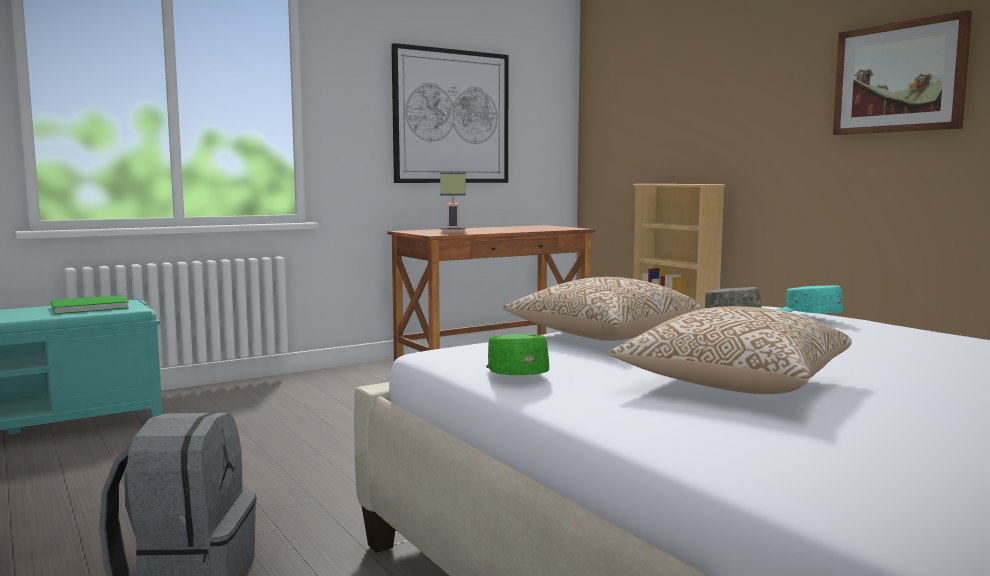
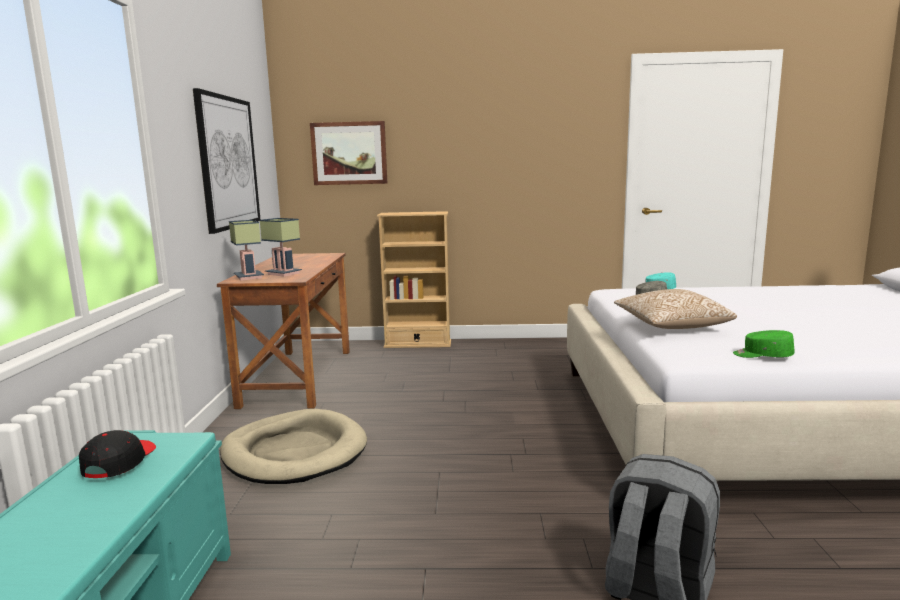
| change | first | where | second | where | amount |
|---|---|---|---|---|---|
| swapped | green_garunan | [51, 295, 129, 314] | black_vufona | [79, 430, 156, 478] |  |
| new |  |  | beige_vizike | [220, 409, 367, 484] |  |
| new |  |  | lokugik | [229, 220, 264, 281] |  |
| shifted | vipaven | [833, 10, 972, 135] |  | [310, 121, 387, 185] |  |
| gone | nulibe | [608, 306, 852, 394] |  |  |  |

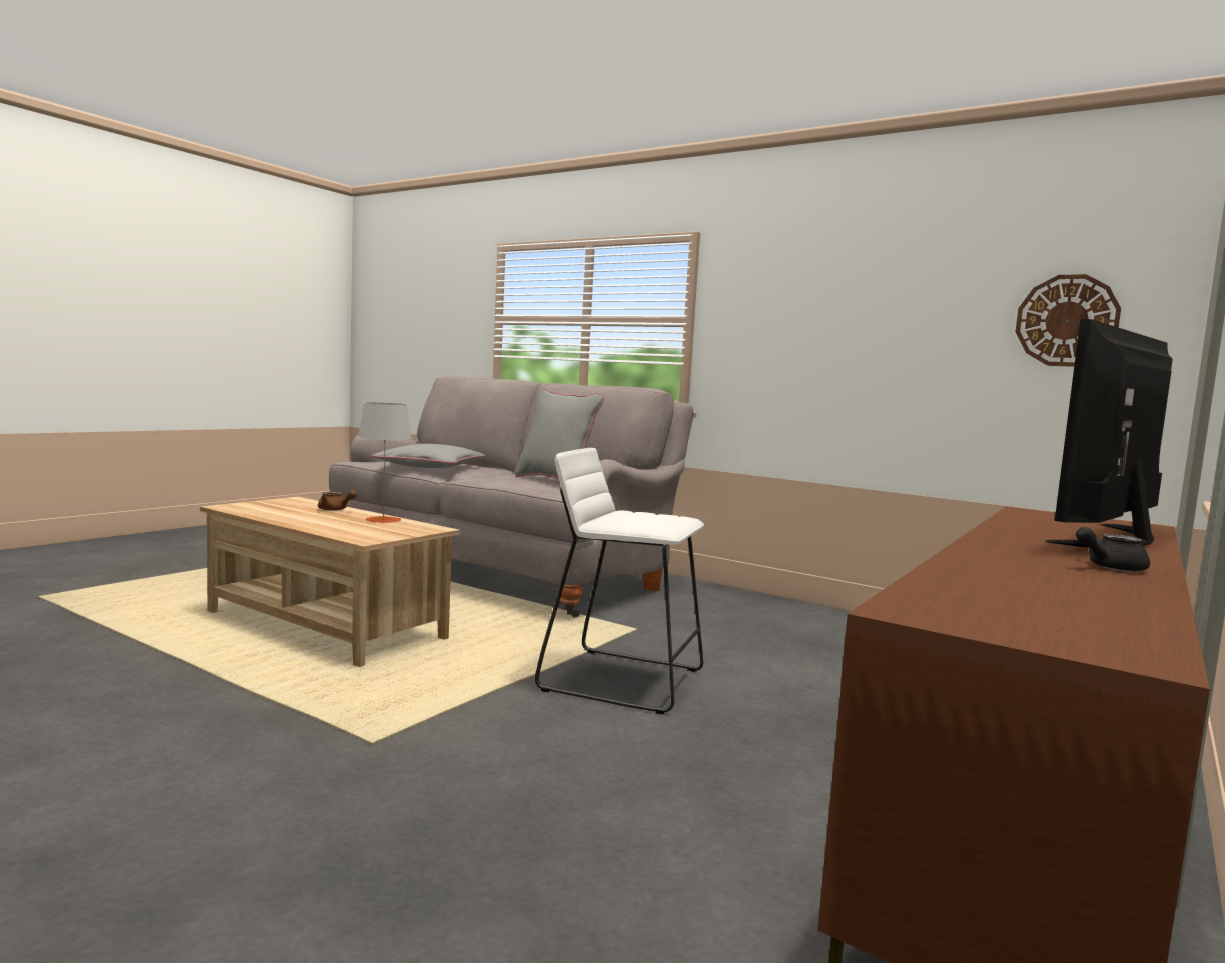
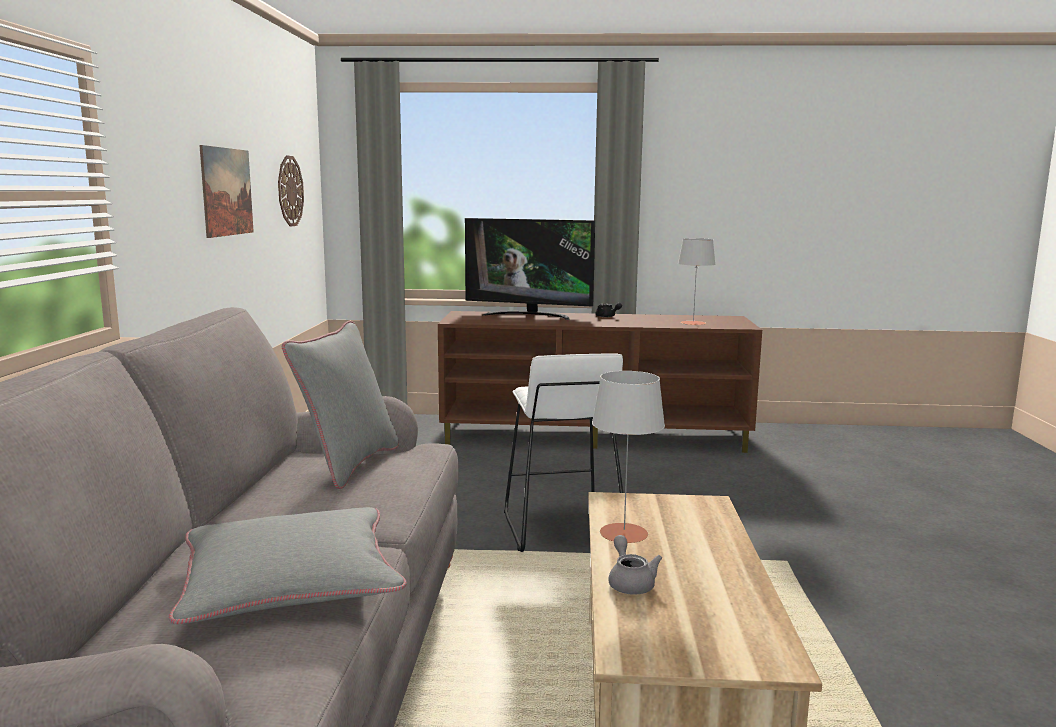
| change | first | where | second | where | amount |
|---|---|---|---|---|---|
| new |  |  | vipaven | [199, 145, 254, 238] |  |
| repainted | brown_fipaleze | [318, 490, 357, 511] | grey_fipaleze | [608, 535, 662, 595] |  |
| new |  |  | grey_lokugik | [678, 238, 716, 325] |  |

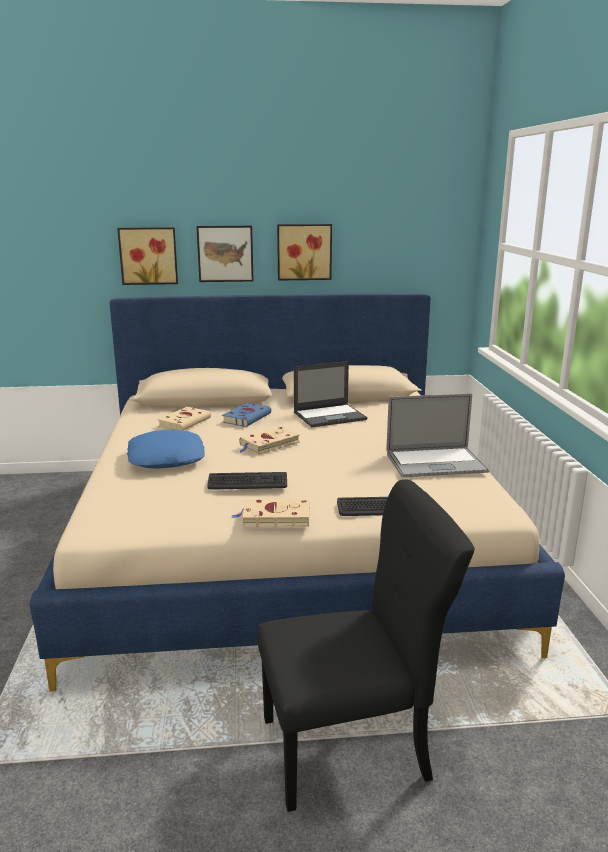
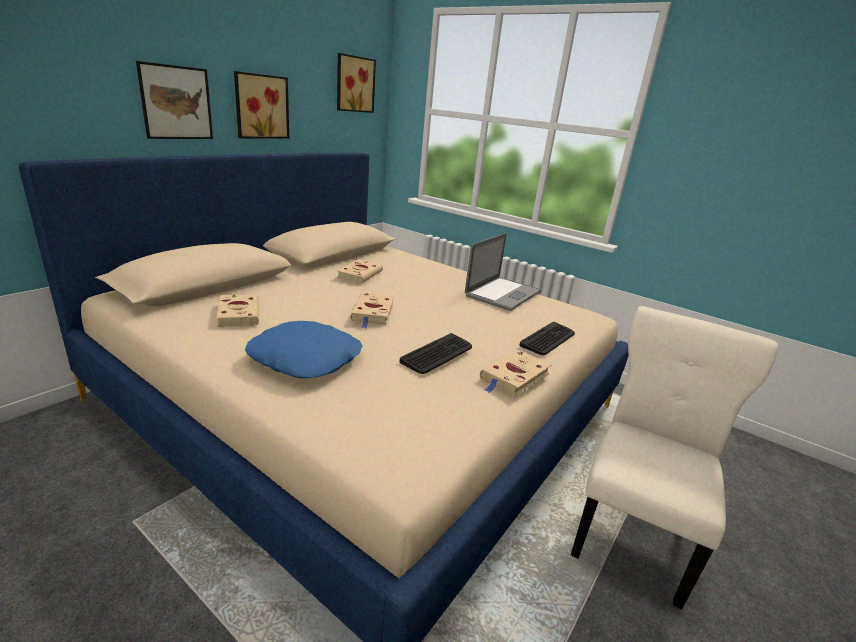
| change | first | where | second | where | amount |
|---|---|---|---|---|---|
| shifted | vipaven | [117, 227, 178, 285] |  | [337, 53, 376, 113] |  |
| swapped | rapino | [294, 361, 367, 427] | beige_garunan | [337, 259, 383, 284] |  |
| repainted | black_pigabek | [258, 479, 475, 812] | beige_pigabek | [571, 306, 778, 609] |  |
| gone | blue_garunan | [222, 403, 271, 427] |  |  |  |

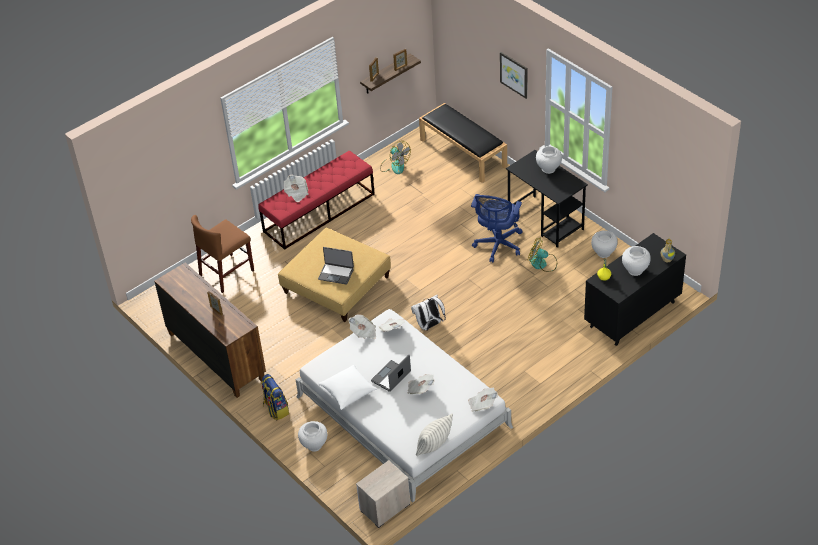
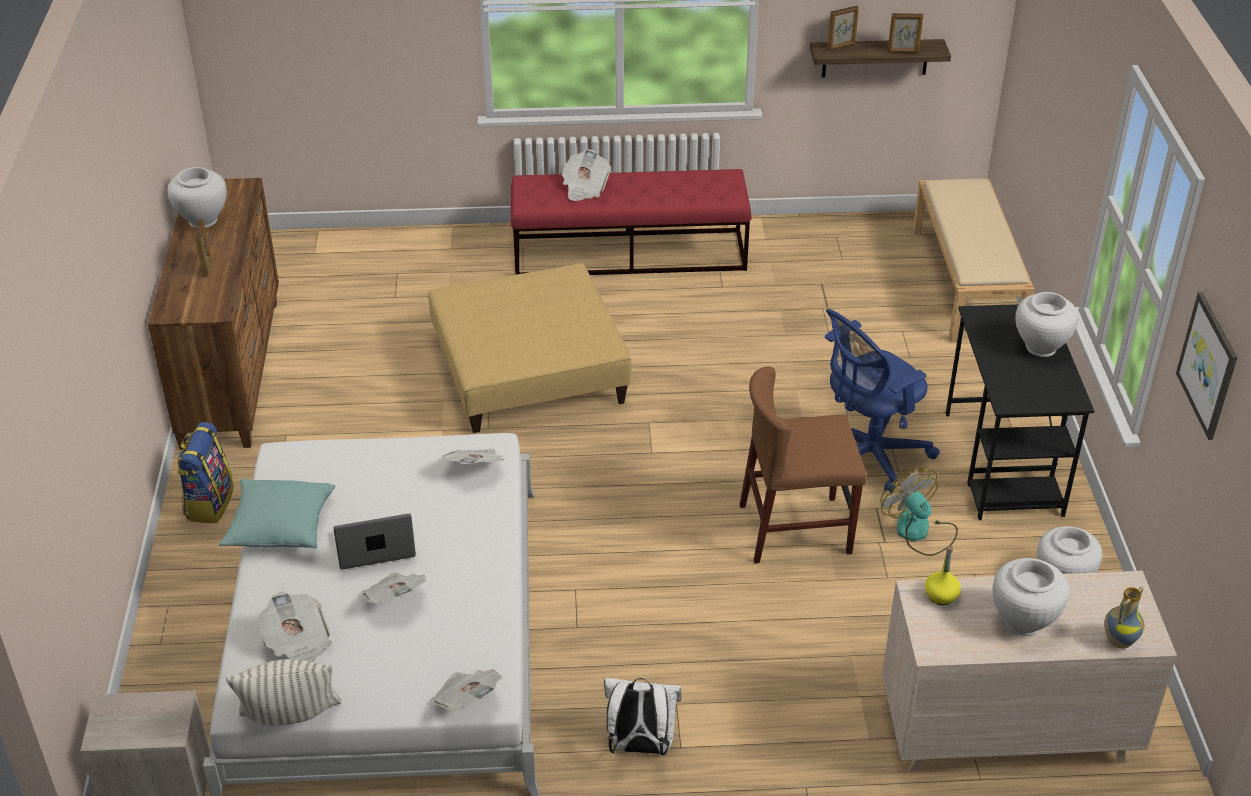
| change | first | where | second | where | amount |
|---|---|---|---|---|---|
| shifted | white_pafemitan | [298, 421, 327, 452] |  | [167, 167, 227, 228] |  |
| repainted | white_nulibe | [318, 365, 377, 410] | turquoise_nulibe | [219, 479, 335, 548] |  |
| shifted | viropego | [348, 315, 376, 339] |  | [259, 592, 332, 662] |  |
| shifted | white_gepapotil | [411, 295, 446, 331] |  | [604, 678, 682, 755] |  |
| shifted | brown_pigabek | [191, 215, 254, 293] |  | [739, 366, 867, 563] |  |
| repainted | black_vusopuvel | [584, 233, 686, 346] | beige_vusopuvel | [882, 571, 1177, 772] |  |
| repainted | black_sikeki | [419, 103, 507, 183] | beige_sikeki | [913, 178, 1034, 343] |  |
| shifted | vipaven | [500, 52, 527, 99] |  | [1176, 292, 1238, 440] |  |
| gone | rapino | [318, 247, 354, 285] |  |  |  |
| gone | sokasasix | [380, 141, 411, 174] |  |  |  |

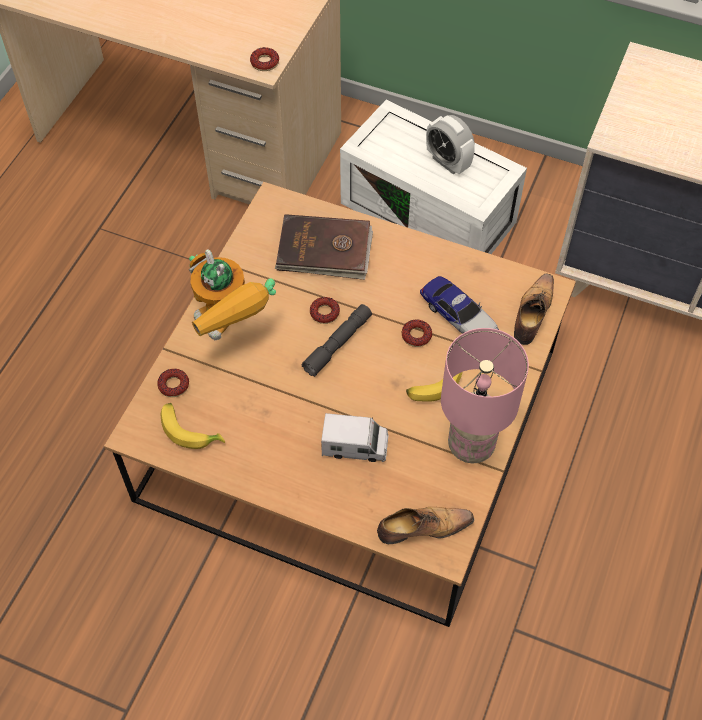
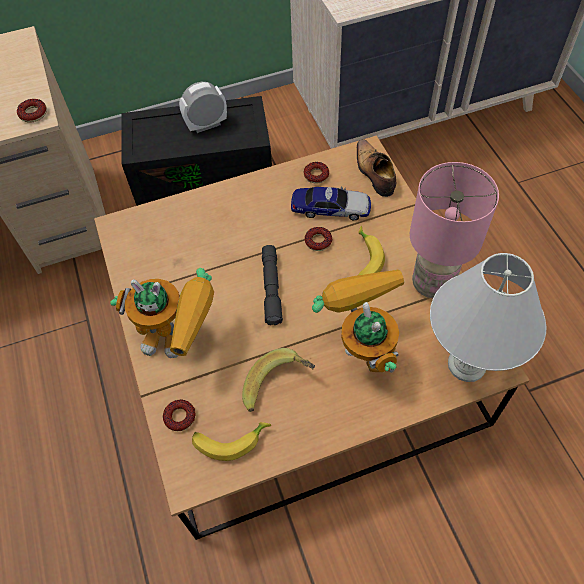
| change | first | where | second | where | amount |
|---|---|---|---|---|---|
| repainted | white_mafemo | [340, 100, 527, 254] | black_mafemo | [121, 96, 272, 206] |  |
| rotated | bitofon | [426, 115, 475, 174] |  | [179, 82, 227, 133] | 150 degrees clockwise |
| new |  |  | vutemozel | [242, 348, 315, 412] |  |
| shifted | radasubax | [310, 297, 340, 324] |  | [304, 162, 329, 184] |  |
| swapped | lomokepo | [321, 413, 389, 462] | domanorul | [312, 269, 404, 373] |  |
| swapped | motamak | [377, 507, 475, 544] | white_lokugik | [430, 253, 546, 382] |  |
| gone | brown_garunan | [275, 214, 373, 280] |  |  |  |

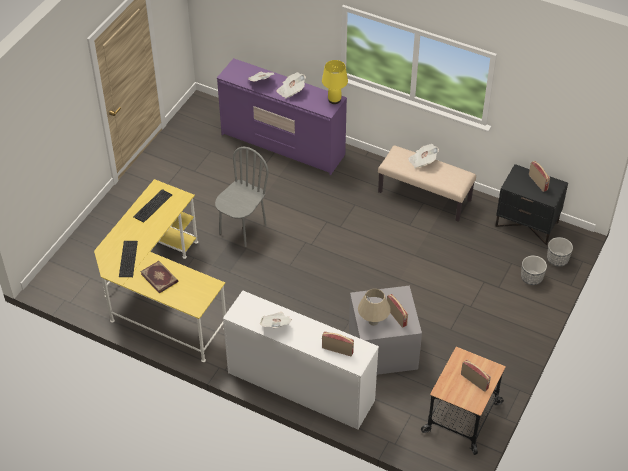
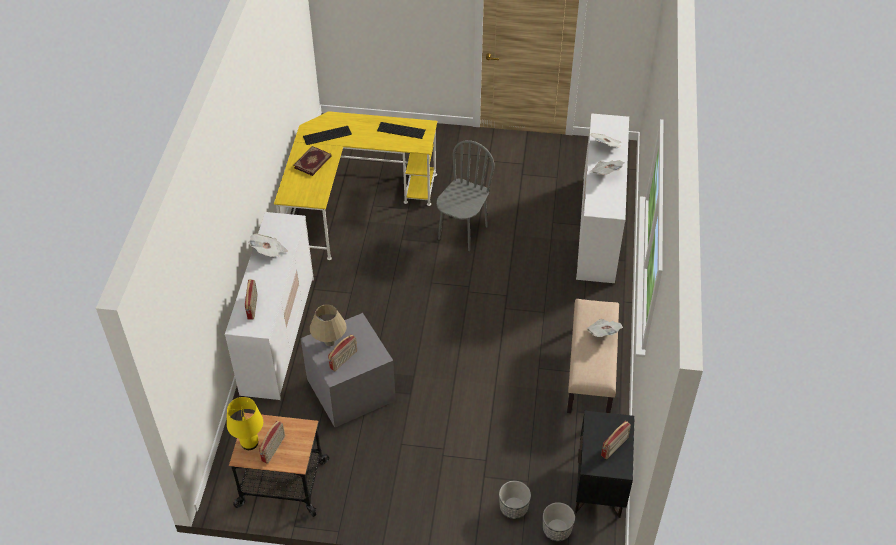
| change | first | where | second | where | amount |
|---|---|---|---|---|---|
| shifted | yellow_lokugik | [322, 60, 348, 104] |  | [227, 397, 263, 450] |  |
| rotated | grey_pigabek | [215, 147, 269, 247] |  | [436, 140, 495, 251] | 75 degrees counterclockwise |
| repainted | purple_vusopuvel | [217, 58, 347, 175] | white_vusopuvel | [576, 113, 629, 284] |  |

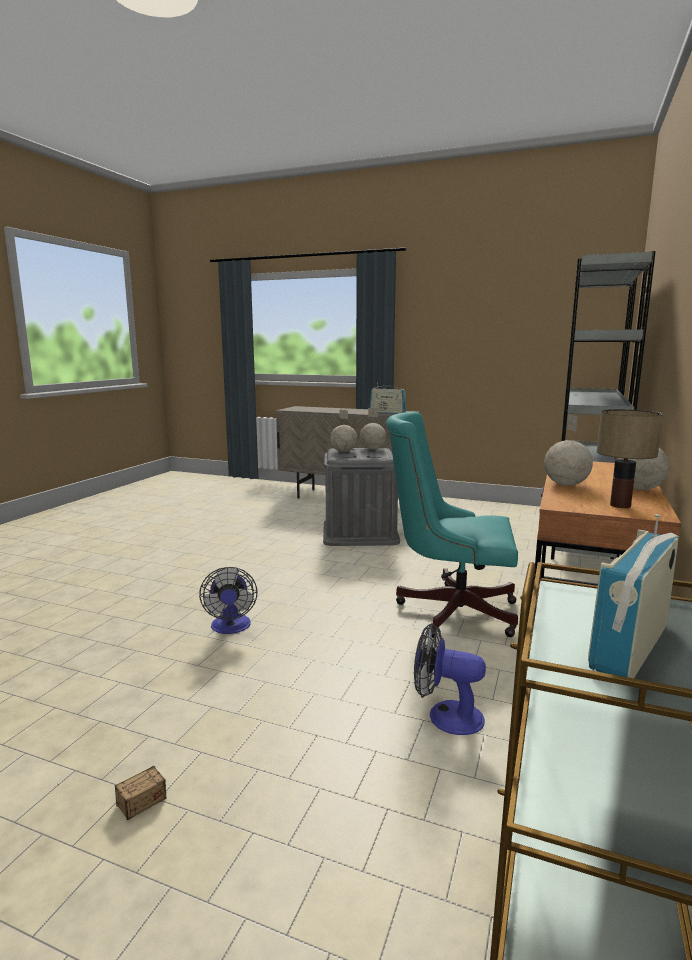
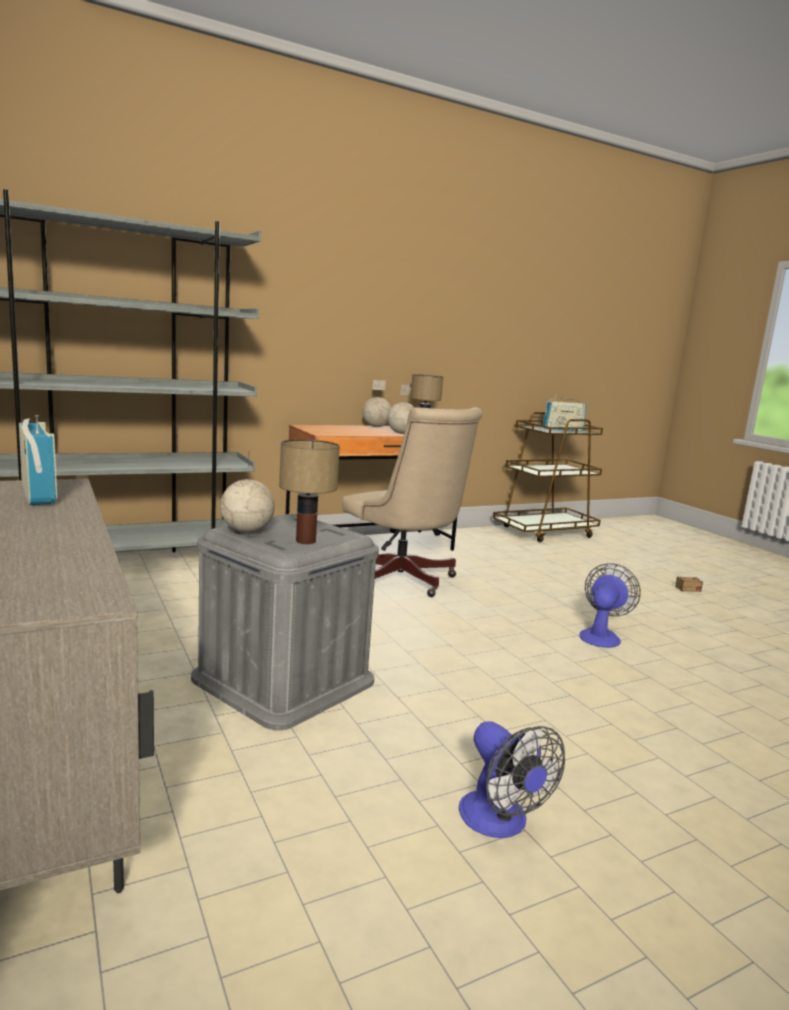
| change | first | where | second | where | amount |
|---|---|---|---|---|---|
| swapped | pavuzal | [330, 409, 357, 452] | lokugik | [279, 439, 340, 544] |  |
| repainted | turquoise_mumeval | [386, 411, 518, 638] | beige_mumeval | [342, 407, 482, 597] |  |
| shifted | sokasasix | [414, 623, 486, 735] |  | [459, 721, 565, 838] |  |

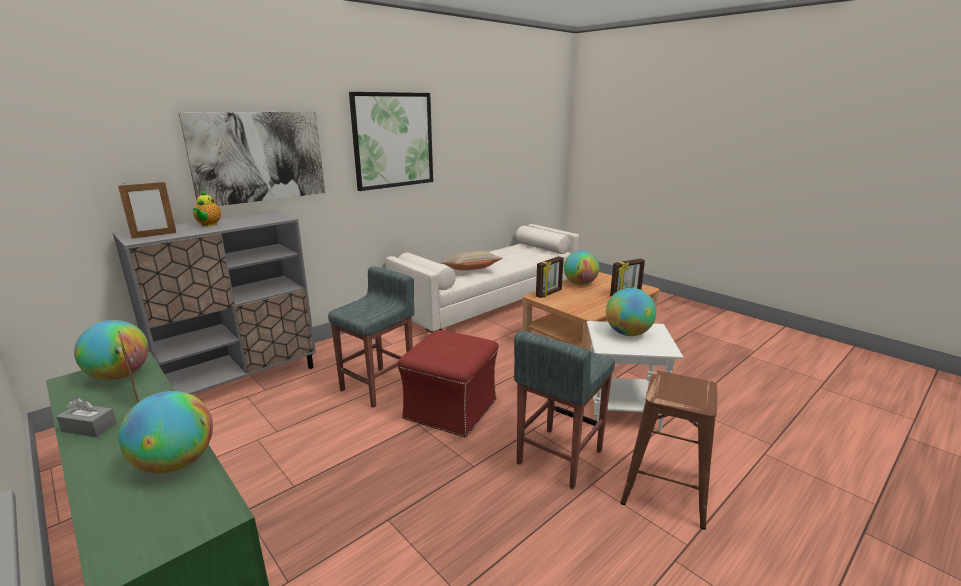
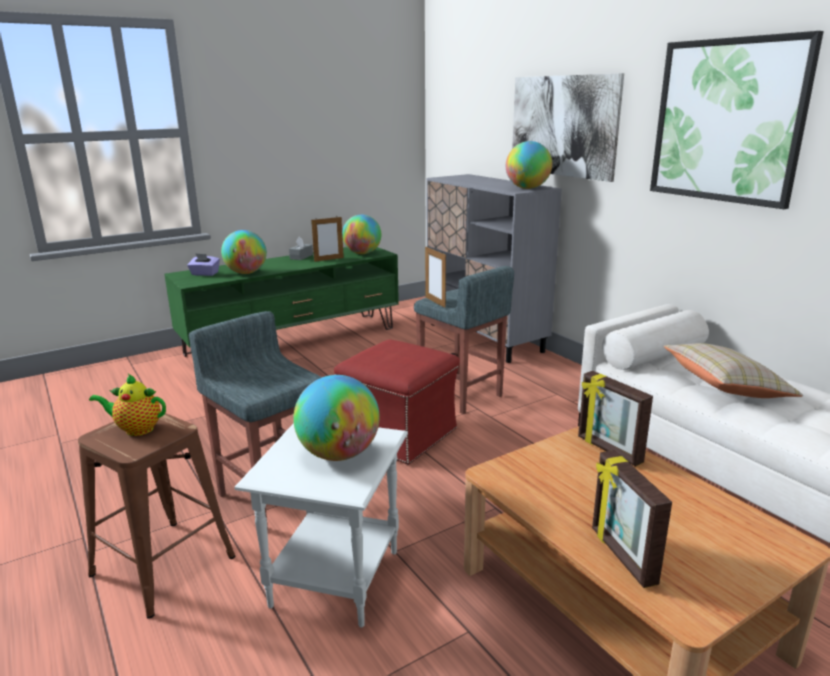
| change | first | where | second | where | amount |
|---|---|---|---|---|---|
| shifted | fipaleze | [193, 190, 221, 226] |  | [89, 374, 166, 436] |  |
| new |  |  | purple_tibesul | [187, 253, 220, 276] |  |
| shifted | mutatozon | [118, 182, 176, 239] |  | [425, 247, 446, 308] |  |
| shifted | pavuzal | [564, 250, 599, 285] |  | [506, 141, 552, 189] |  |

